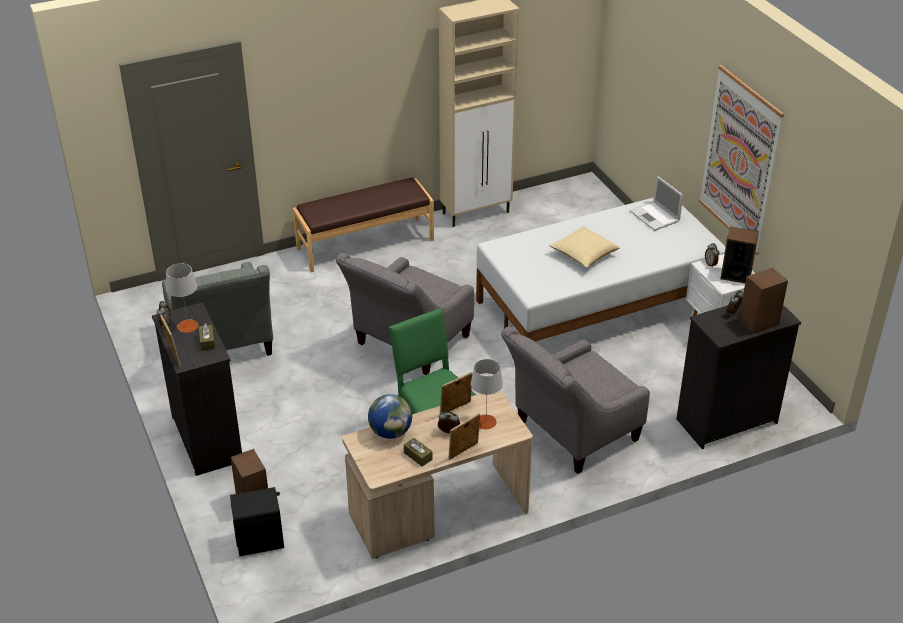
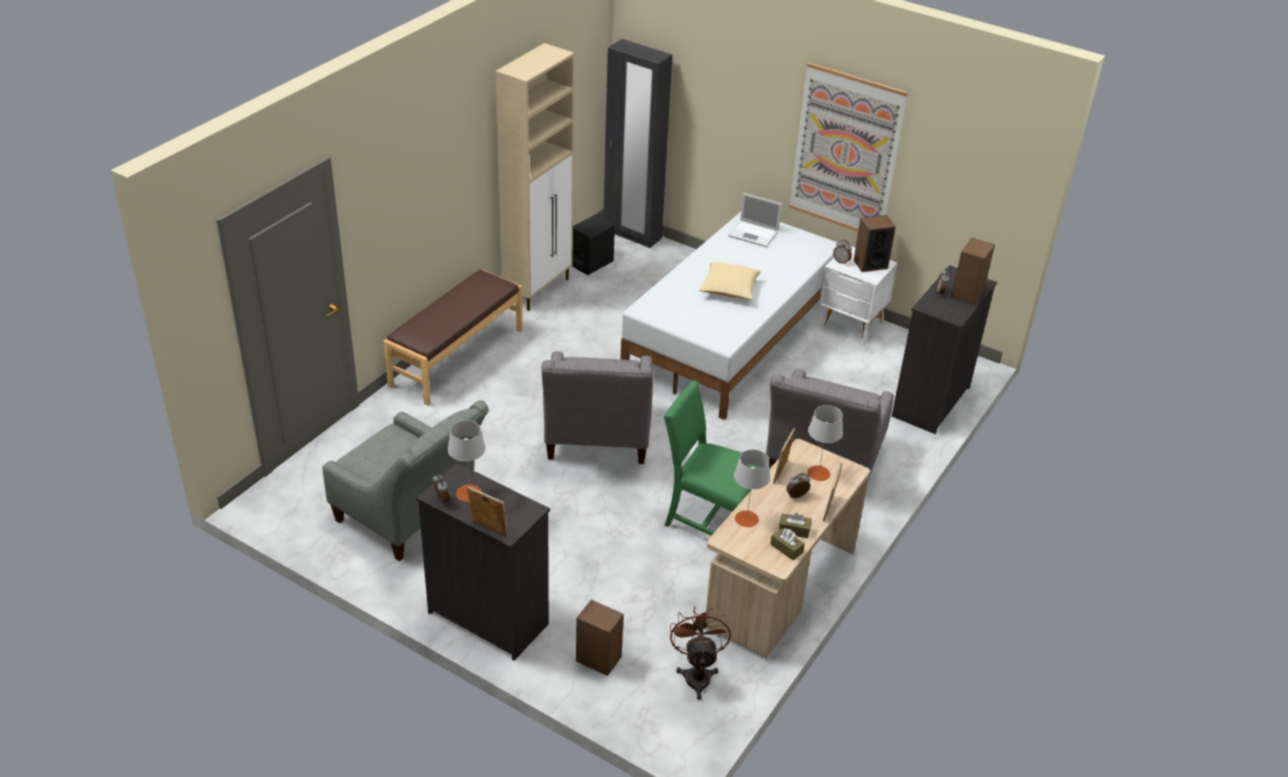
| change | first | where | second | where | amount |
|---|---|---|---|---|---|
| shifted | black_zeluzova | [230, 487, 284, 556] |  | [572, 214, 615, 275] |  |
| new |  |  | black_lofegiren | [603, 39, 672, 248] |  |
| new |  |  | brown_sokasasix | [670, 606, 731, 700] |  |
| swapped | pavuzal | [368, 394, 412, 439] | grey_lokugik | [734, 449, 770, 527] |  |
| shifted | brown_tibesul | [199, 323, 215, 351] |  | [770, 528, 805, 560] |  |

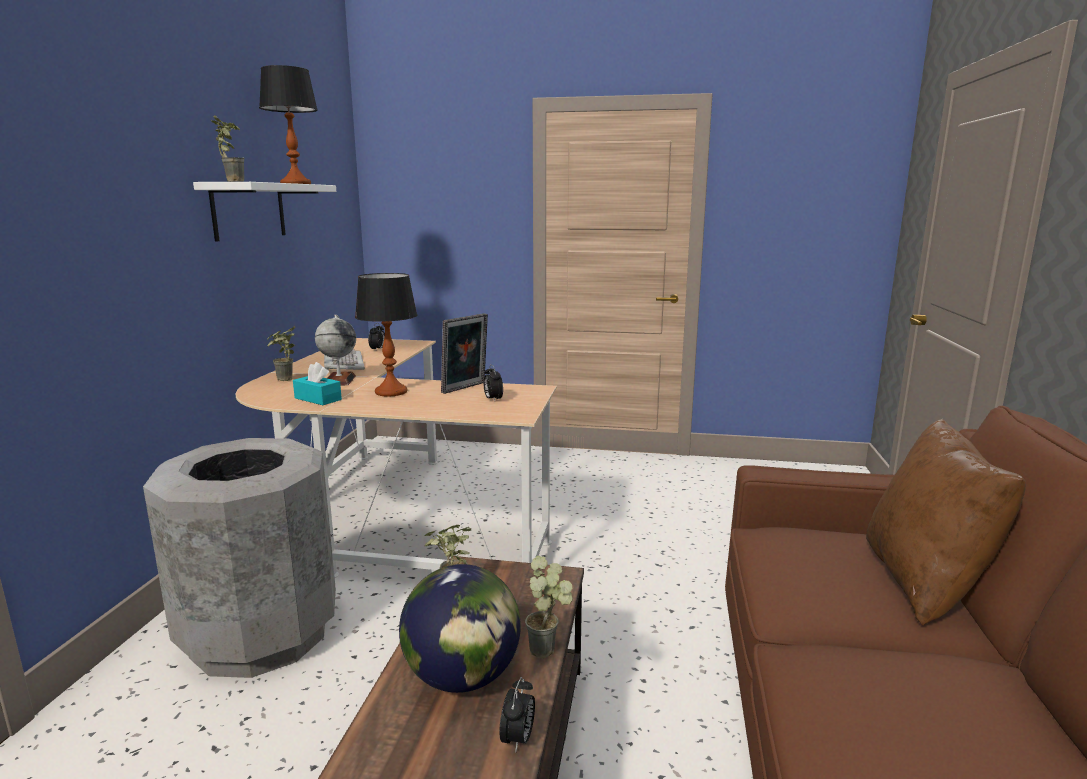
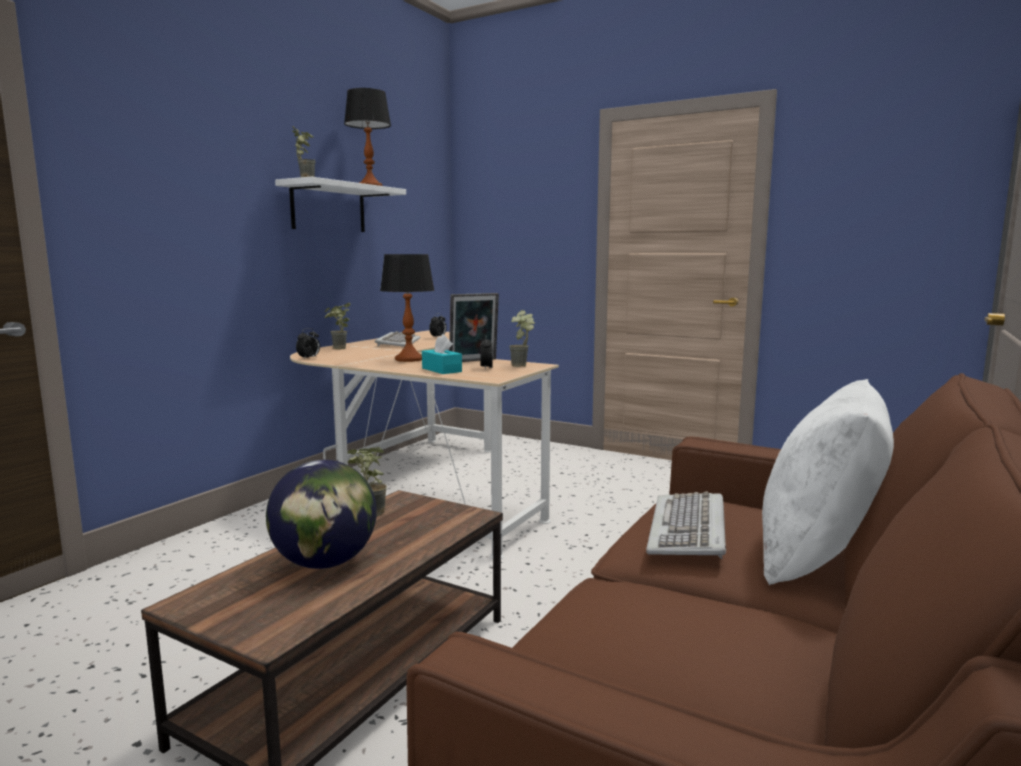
| change | first | where | second | where | amount |
|---|---|---|---|---|---|
| shifted | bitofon | [500, 677, 535, 751] |  | [296, 328, 320, 359] |  |
| shifted | turquoise_tibesul | [293, 362, 342, 405] |  | [422, 334, 462, 374] |  |
| shifted | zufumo | [525, 556, 573, 658] |  | [510, 310, 535, 367] |  |
| new |  |  | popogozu | [646, 491, 726, 559] |  |
| repainted | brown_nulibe | [866, 419, 1026, 626] | white_nulibe | [762, 379, 894, 585] |  |
| gone | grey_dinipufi | [143, 438, 336, 678] |  |  |  |
| gone | pavuzal | [315, 315, 356, 385] |  |  |  |

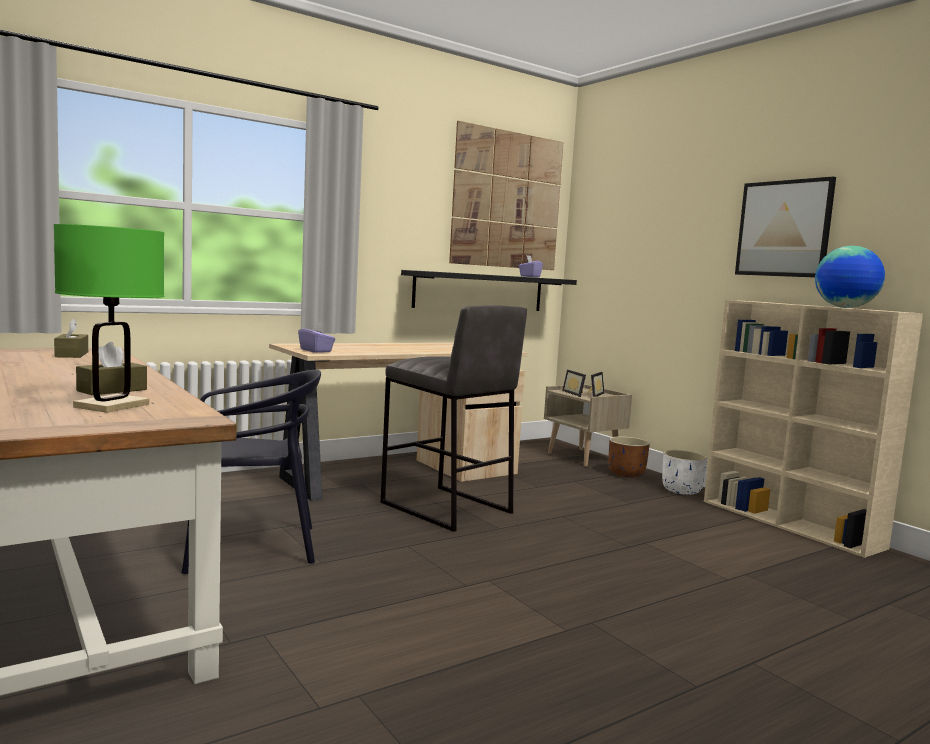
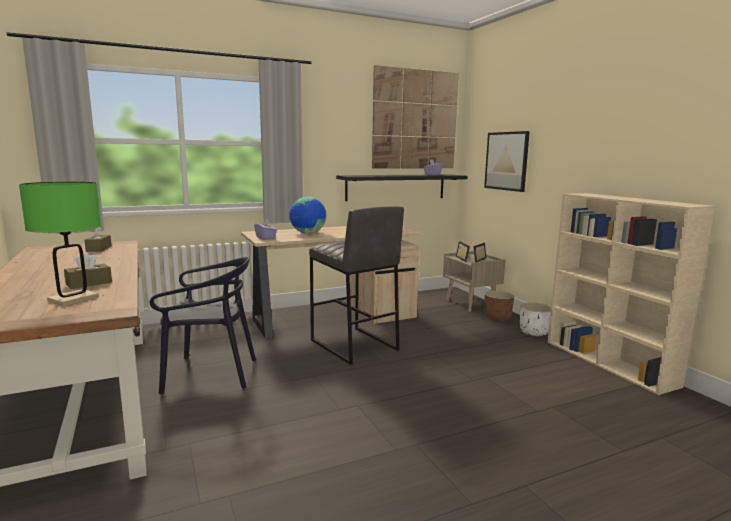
| change | first | where | second | where | amount |
|---|---|---|---|---|---|
| shifted | pavuzal | [815, 246, 885, 308] |  | [289, 197, 327, 234] |  |
| shifted | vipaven | [735, 176, 836, 277] |  | [484, 131, 530, 192] |  |

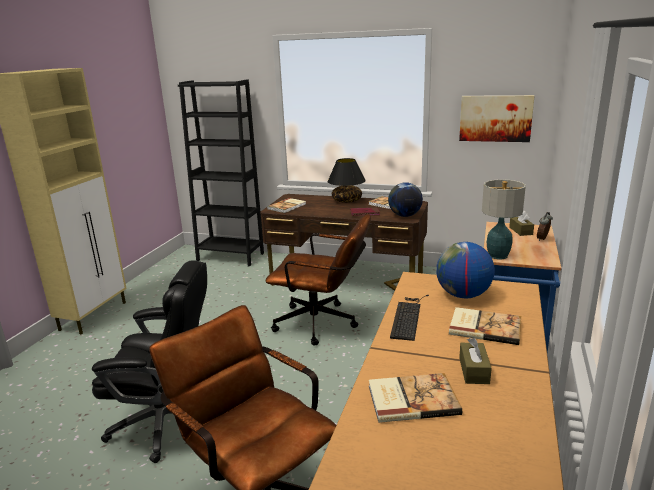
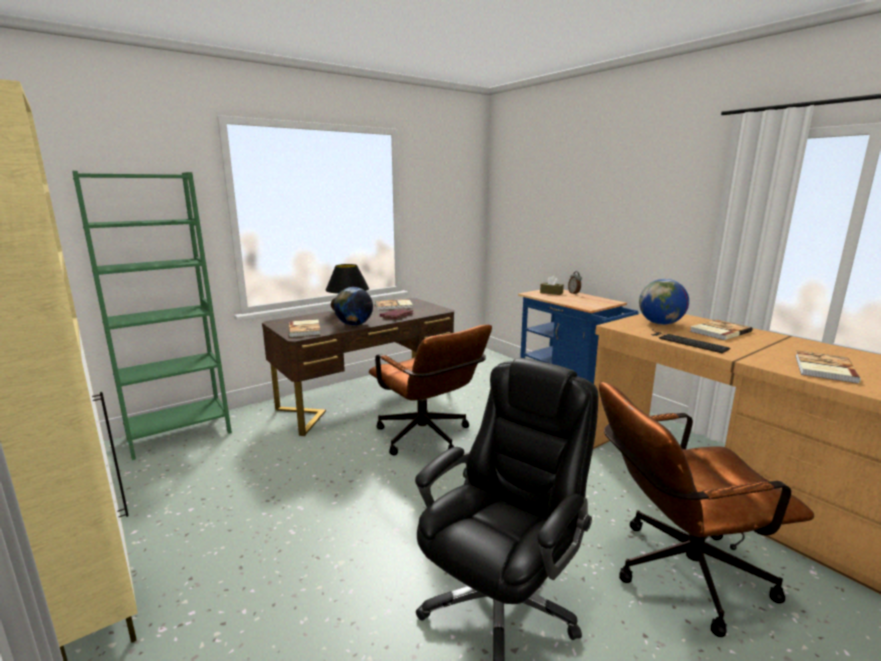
| change | first | where | second | where | amount |
|---|---|---|---|---|---|
| repainted | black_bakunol | [178, 79, 264, 267] | green_bakunol | [72, 171, 232, 460] |  |
| shifted | pavuzal | [388, 182, 423, 217] |  | [334, 287, 373, 326] |  |
| rotated | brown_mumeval | [265, 214, 371, 346] |  | [369, 325, 492, 456] | 90 degrees clockwise |
| gone | vipaven | [459, 95, 535, 142] |  |  |  |
| gone | brown_tibesul | [459, 338, 492, 384] |  |  |  |
| gone | lokugik | [482, 179, 526, 260] |  |  |  |

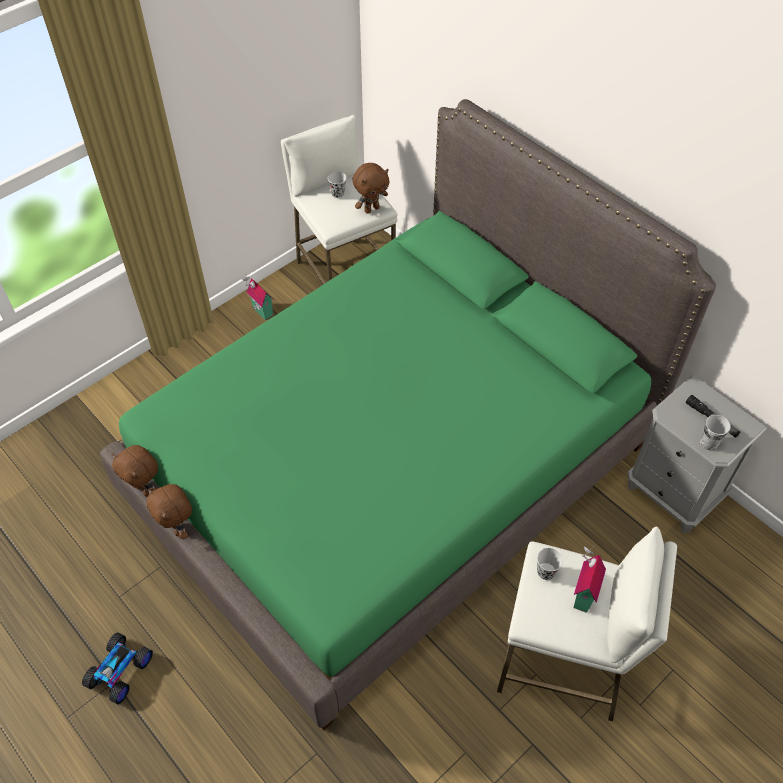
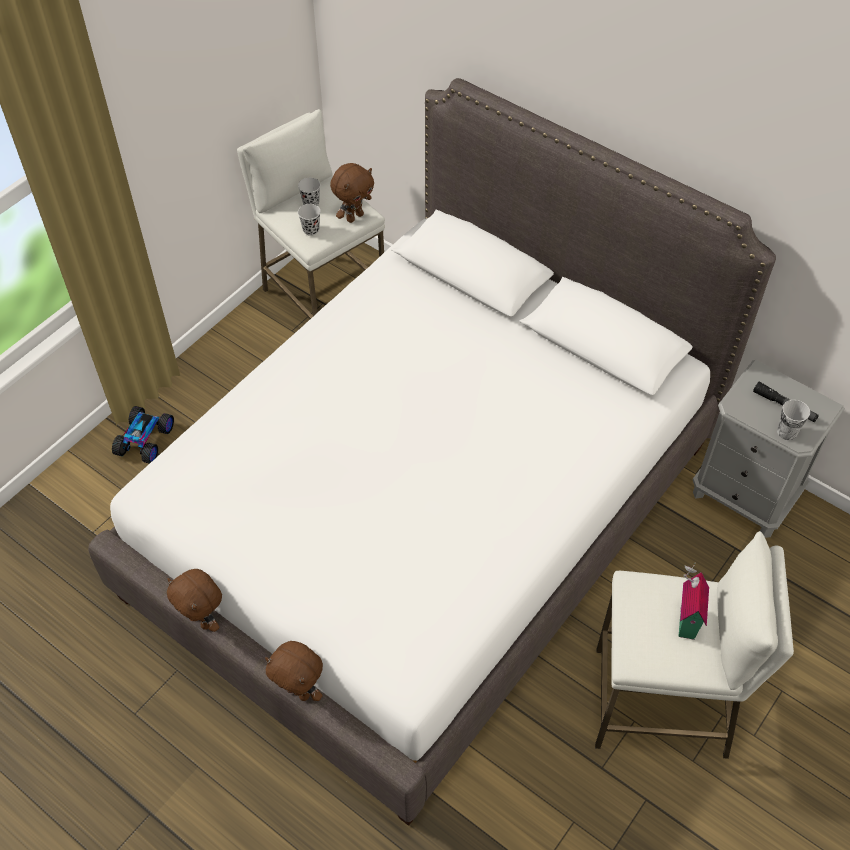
| change | first | where | second | where | amount |
|---|---|---|---|---|---|
| repainted | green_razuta | [100, 99, 716, 730] | white_razuta | [88, 78, 776, 826] |  |
| shifted | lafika | [82, 632, 153, 704] |  | [112, 406, 174, 464] |  |
| shifted | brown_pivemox | [112, 445, 158, 497] |  | [265, 641, 323, 701] |  |
| shifted | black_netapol | [537, 548, 563, 580] |  | [298, 204, 321, 236] |  |
| gone | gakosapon | [242, 274, 273, 320] |  |  |  |

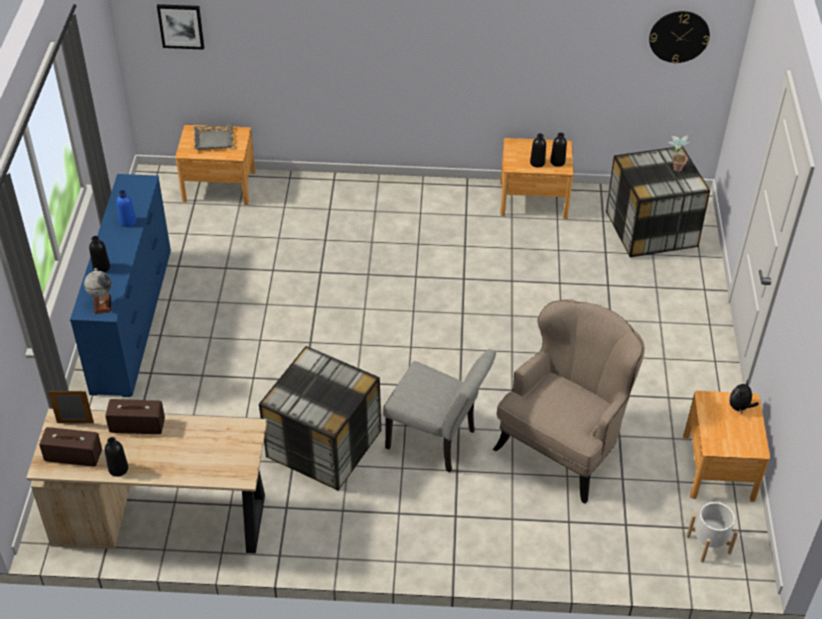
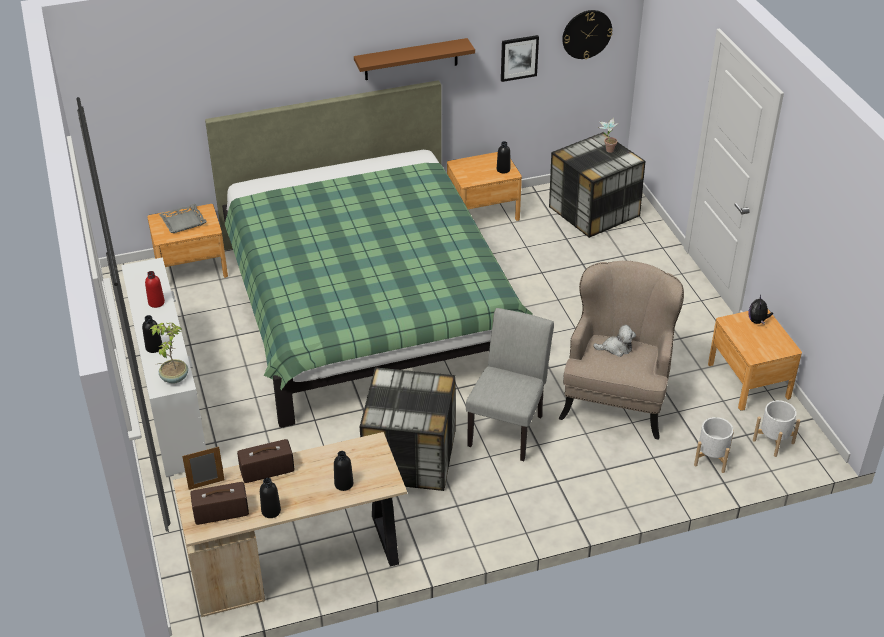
| change | first | where | second | where | amount |
|---|---|---|---|---|---|
| repainted | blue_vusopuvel | [70, 174, 171, 397] | white_vusopuvel | [121, 257, 206, 477] |  |
| repainted | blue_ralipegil | [117, 190, 136, 227] | red_ralipegil | [145, 271, 165, 308] |  |
| swapped | pavuzal | [84, 268, 111, 314] | zufumo | [150, 323, 188, 384] |  |
| new |  |  | green_razuta | [205, 80, 533, 428] |  |
| shifted | black_ralipegil | [530, 133, 546, 167] |  | [334, 451, 353, 491] |  |
| new |  |  | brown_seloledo | [354, 38, 475, 80] |  |
| rotated | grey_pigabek | [383, 349, 496, 472] |  | [466, 308, 554, 461] | 75 degrees counterclockwise |
| shifted | vipaven | [157, 4, 204, 50] |  | [501, 35, 539, 82] |  |
| new |  |  | pivemox | [593, 325, 636, 357] |  |
| new |  |  | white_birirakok | [694, 417, 734, 473] |  |

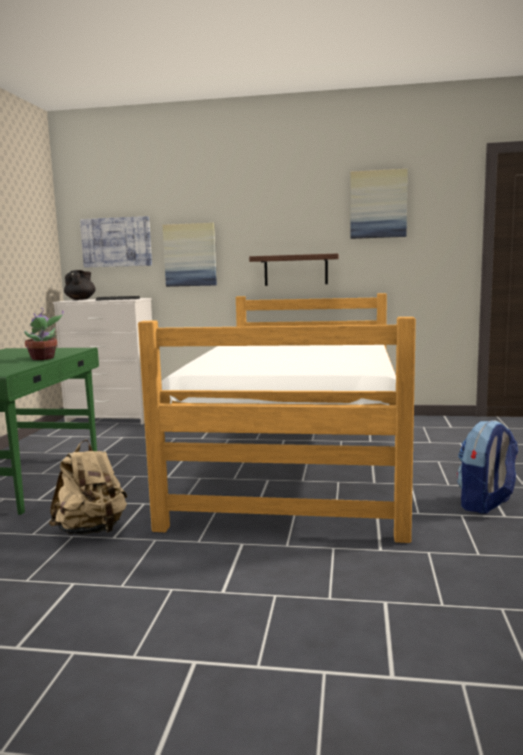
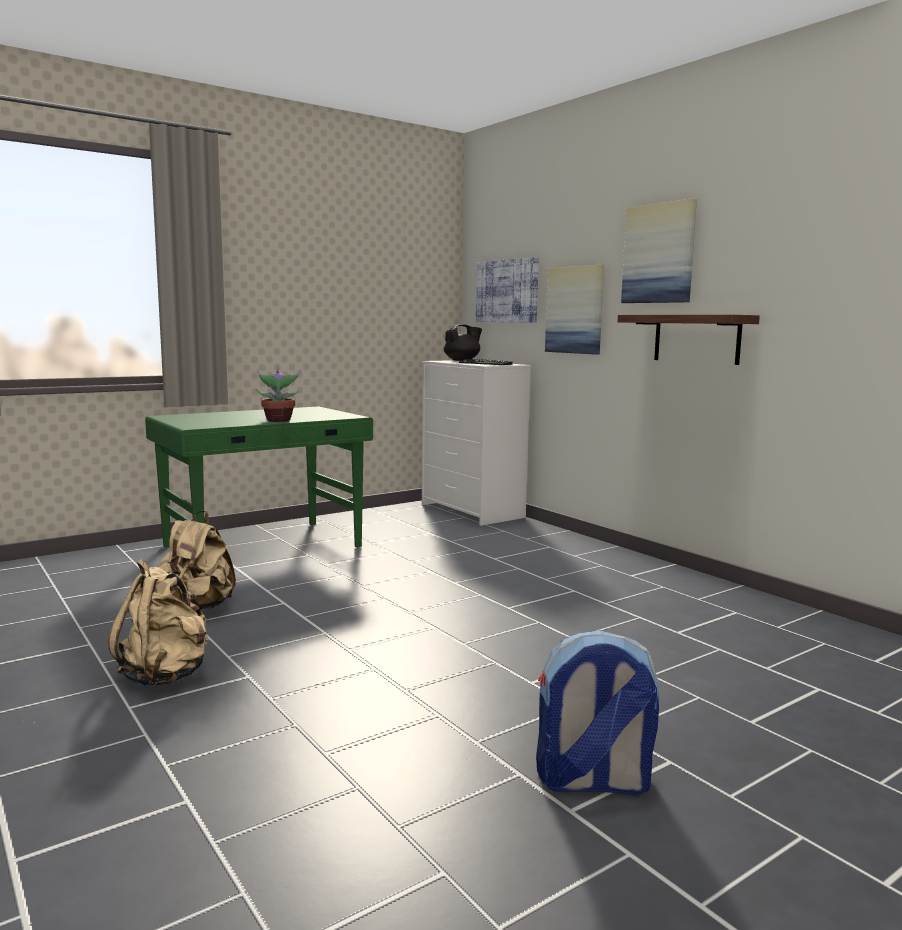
| change | first | where | second | where | amount |
|---|---|---|---|---|---|
| new |  |  | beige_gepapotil | [108, 559, 207, 686] |  |
| shifted | vipaven | [351, 169, 408, 239] |  | [621, 198, 697, 303] |  |
| gone | razuta | [138, 293, 416, 543] |  |  |  |

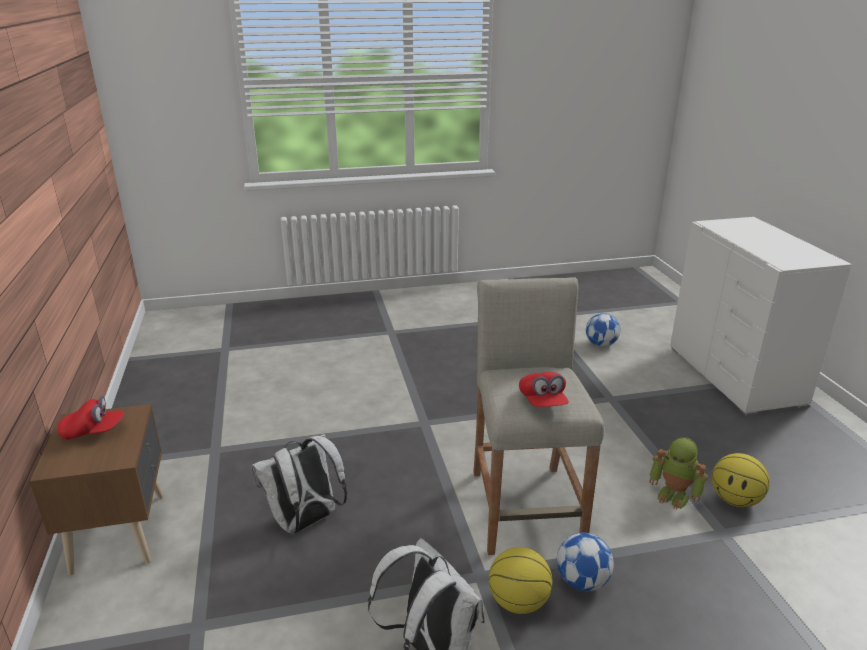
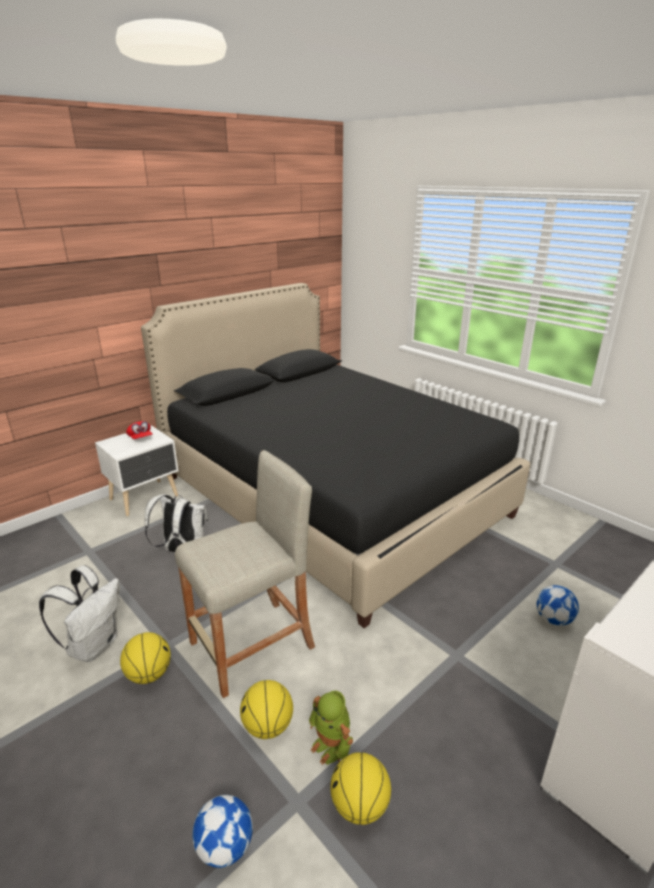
| change | first | where | second | where | amount |
|---|---|---|---|---|---|
| repainted | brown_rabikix | [30, 404, 163, 575] | white_rabikix | [95, 425, 179, 516] |  |
| new |  |  | black_razuta | [141, 283, 530, 628] |  |
| shifted | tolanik | [557, 532, 614, 591] |  | [192, 795, 253, 868] |  |
| new |  |  | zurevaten | [240, 680, 293, 739] |  |
| rotated | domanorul | [649, 437, 708, 510] |  | [309, 691, 353, 765] | 45 degrees counterclockwise |
| gone | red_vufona | [519, 372, 569, 407] |  |  |  |

